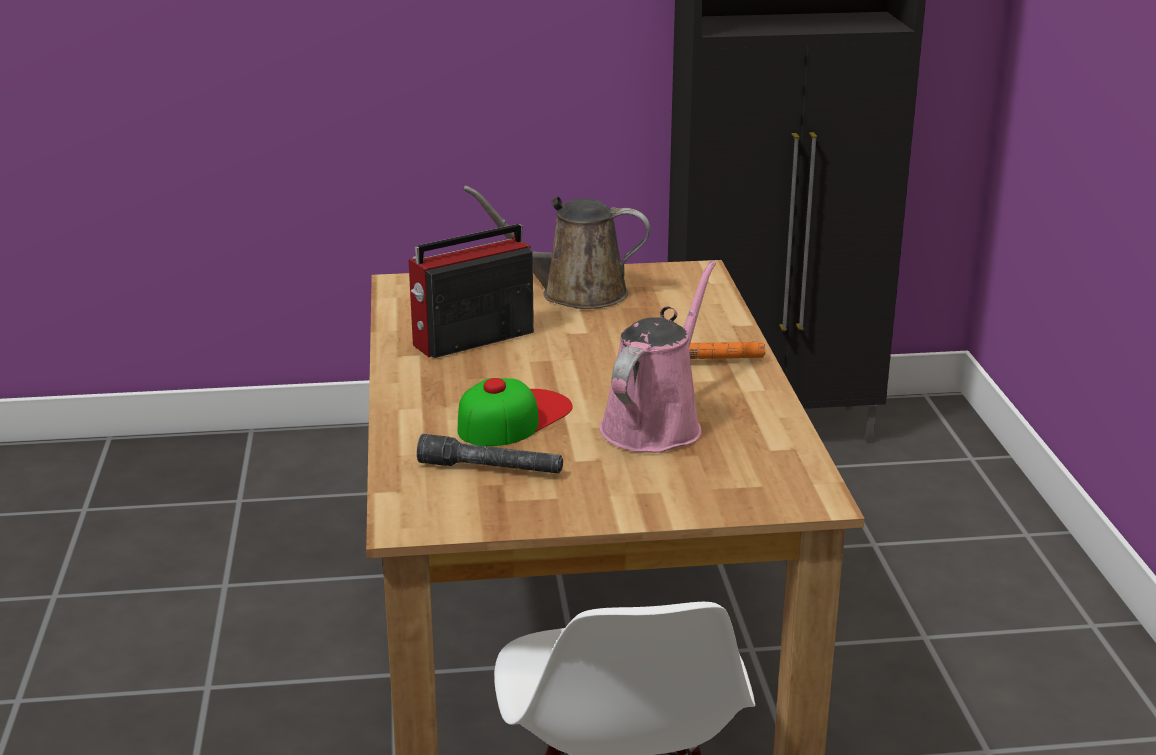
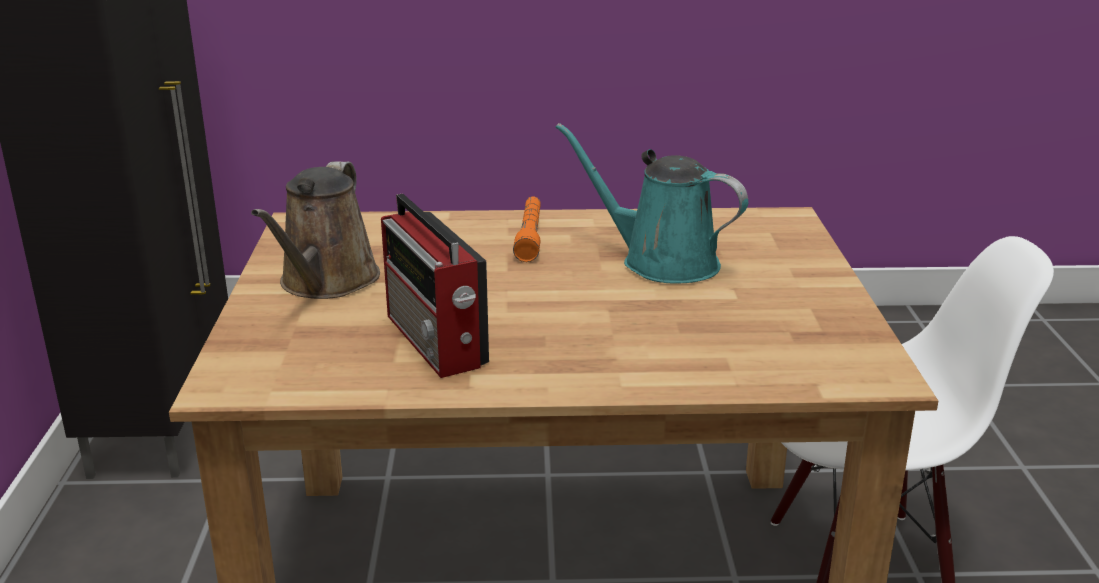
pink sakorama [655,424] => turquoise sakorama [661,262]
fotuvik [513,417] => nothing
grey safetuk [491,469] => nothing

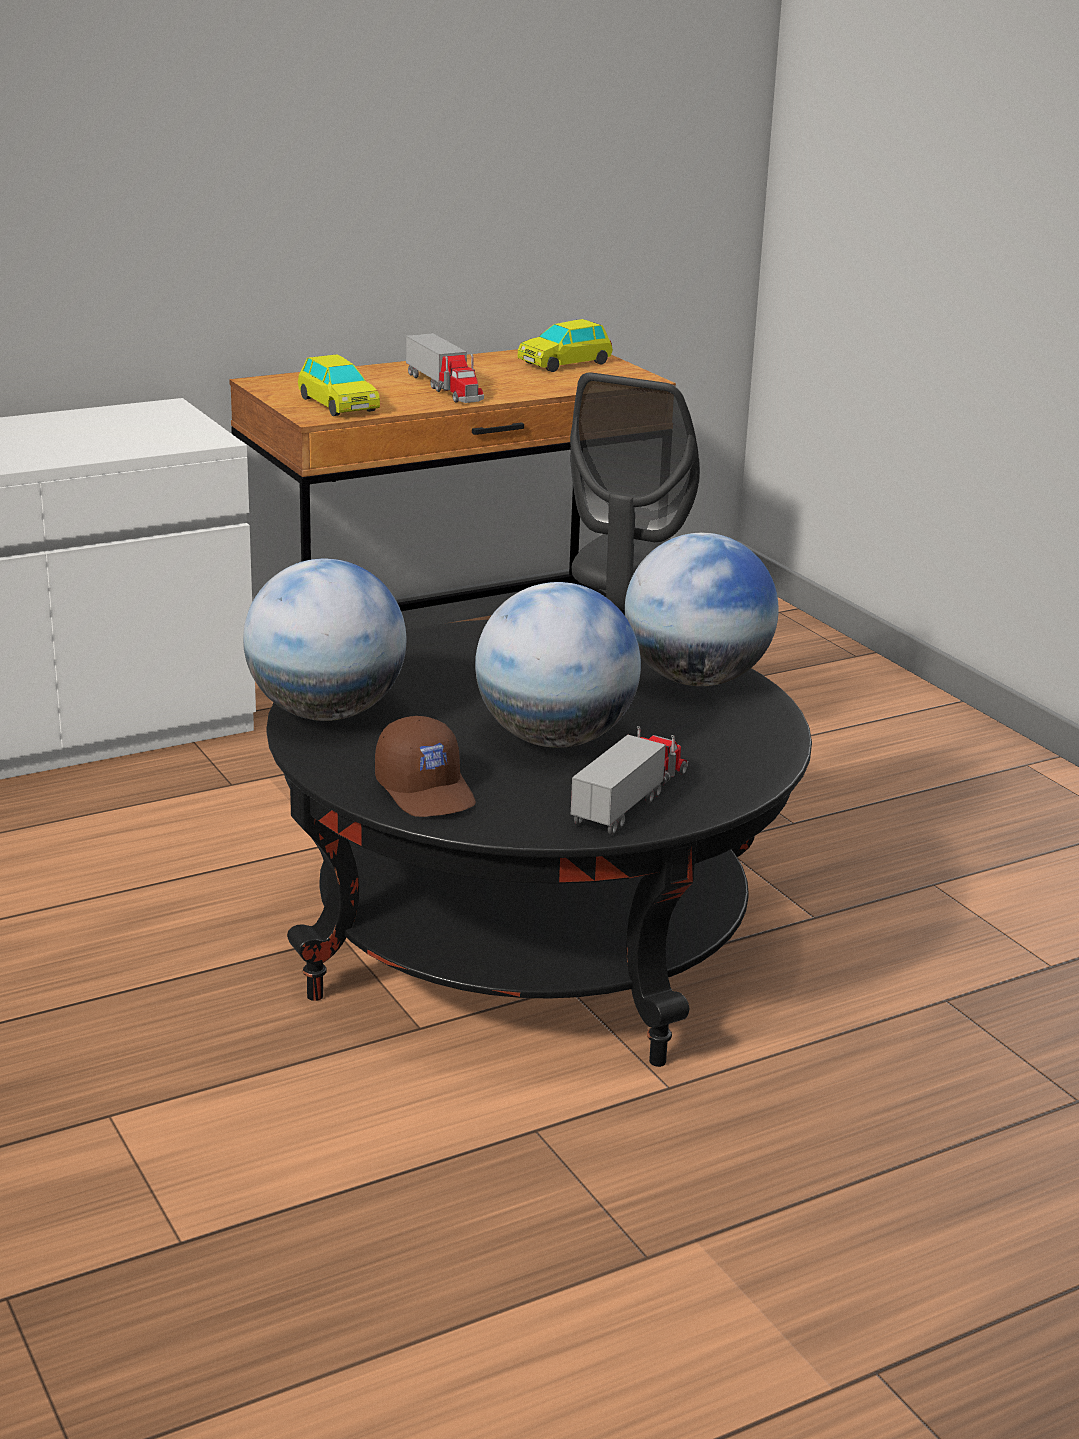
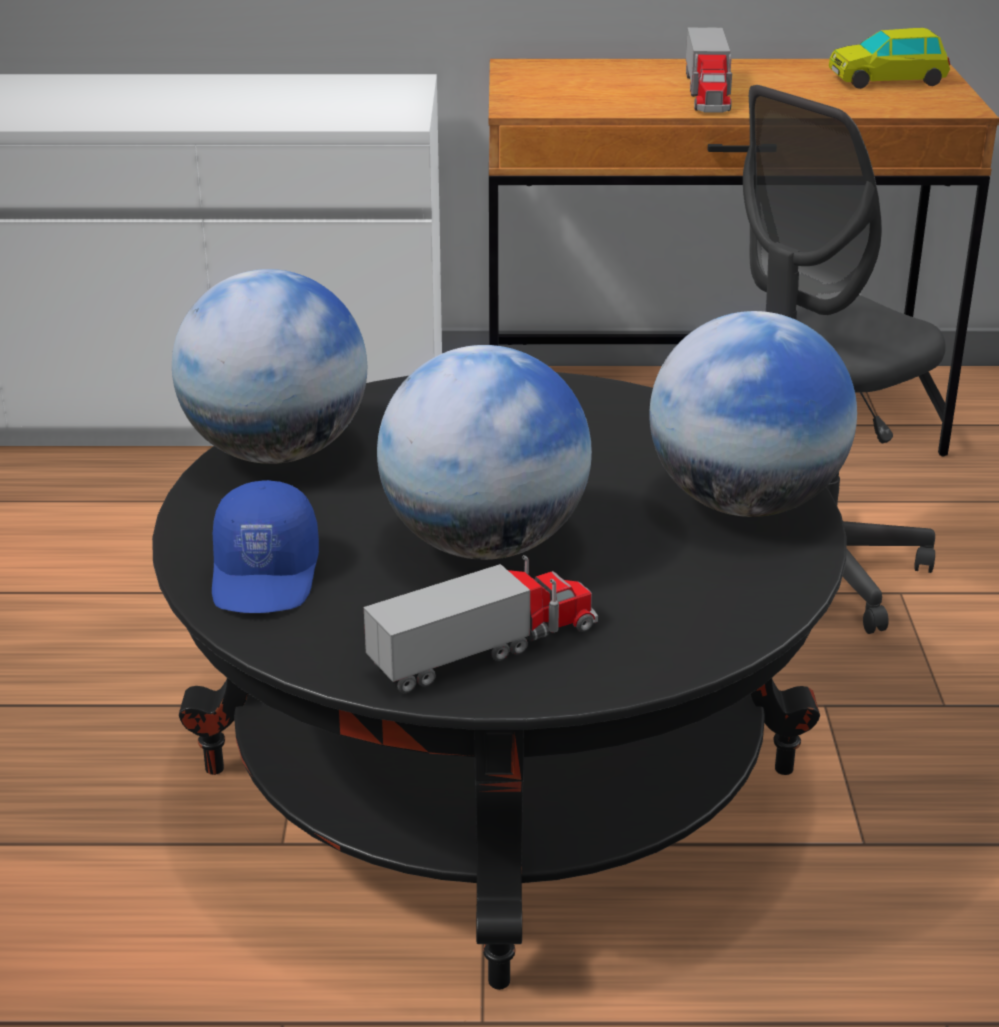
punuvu [338,405] => nothing
brown fotuvik [427,790] => blue fotuvik [267,575]

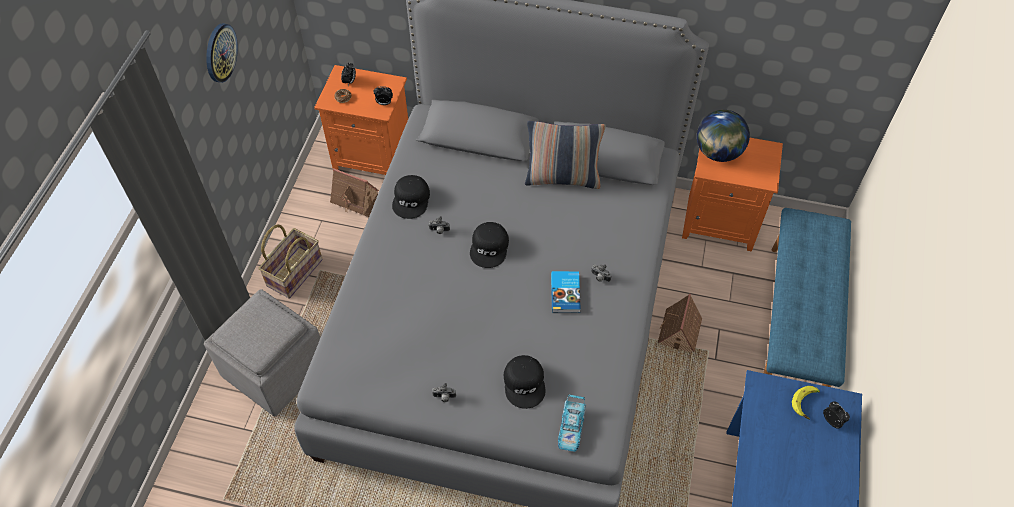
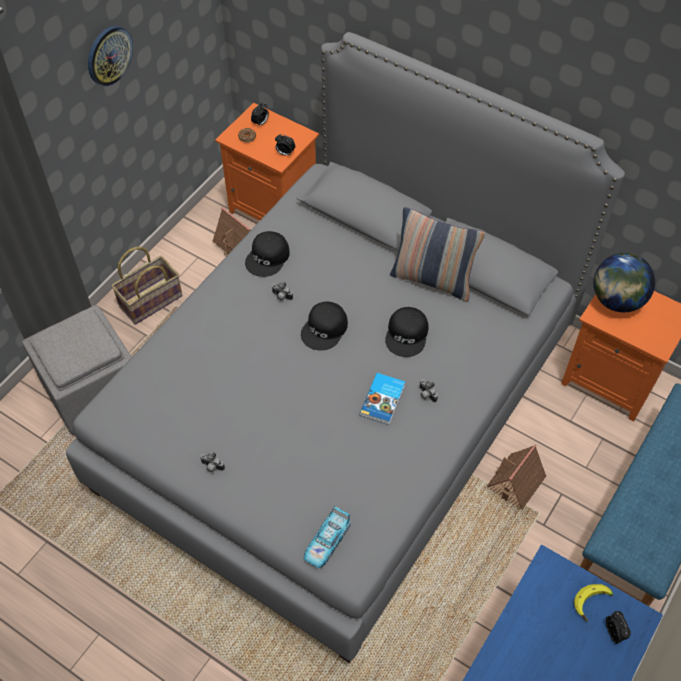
black fotuvik [525,383] => black fotuvik [407,335], moved

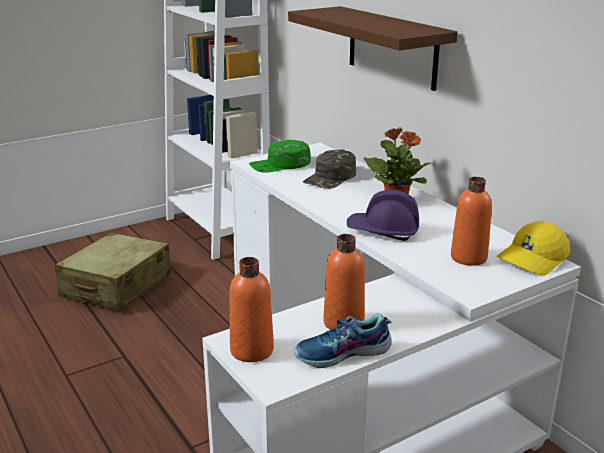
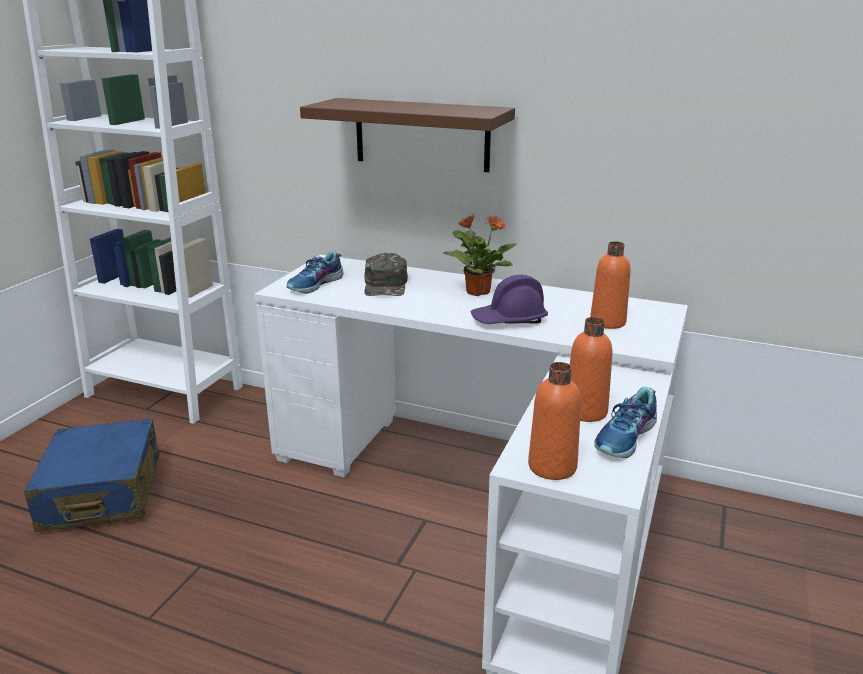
green fotuvik [280,165] => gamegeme [316,284]
yellow fotuvik [533,259] => nothing
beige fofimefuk [116,286] => blue fofimefuk [102,493]

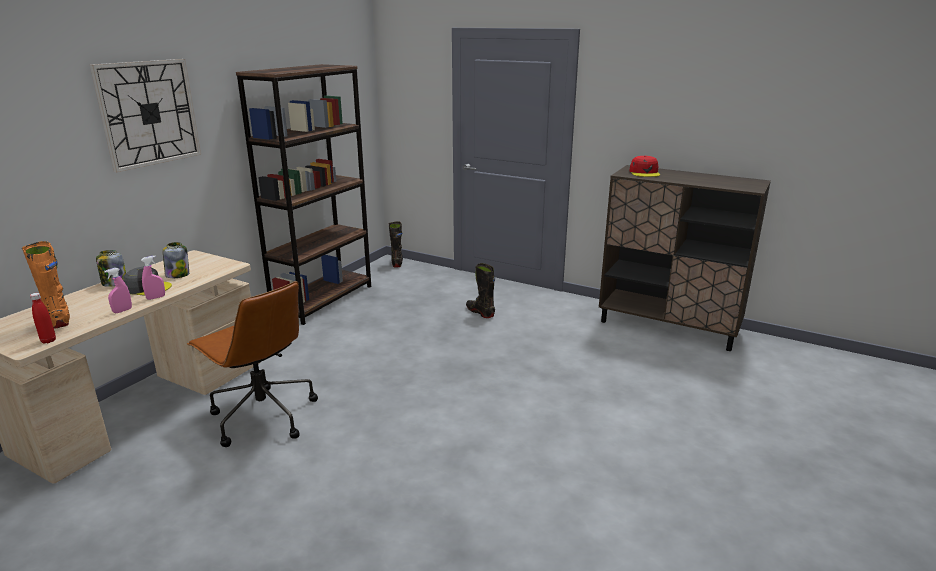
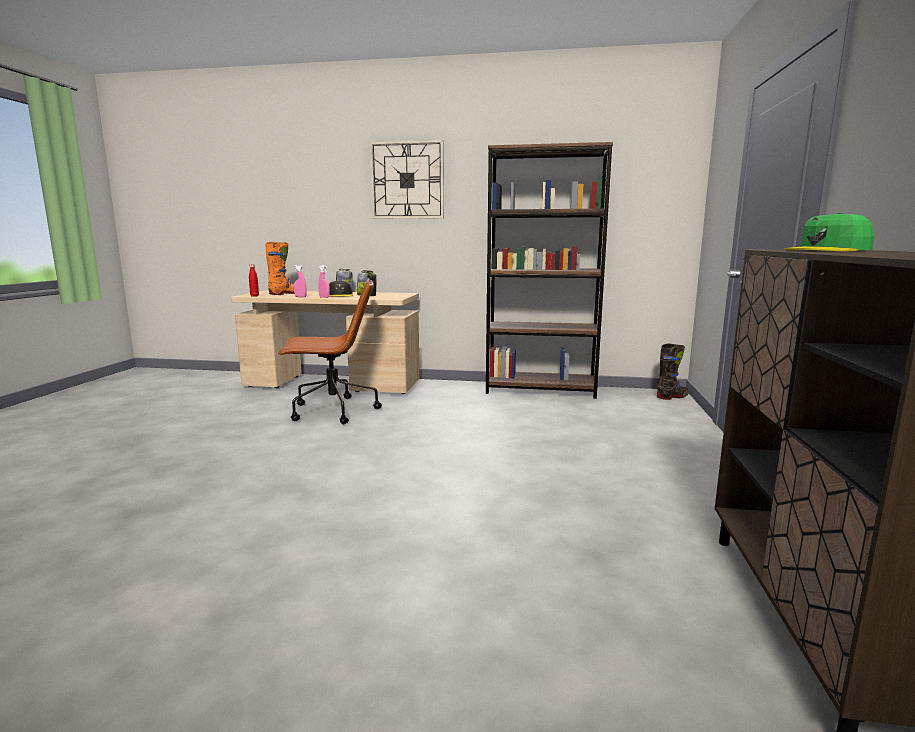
red fotuvik [644,173] => green fotuvik [828,250]
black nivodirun [480,312] => nothing
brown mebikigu [262,416] => brown mebikigu [332,411], 120 degrees counterclockwise

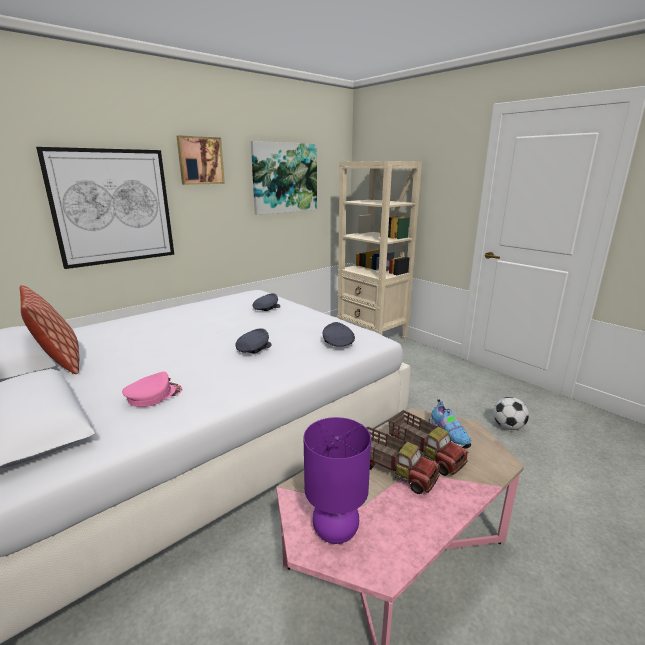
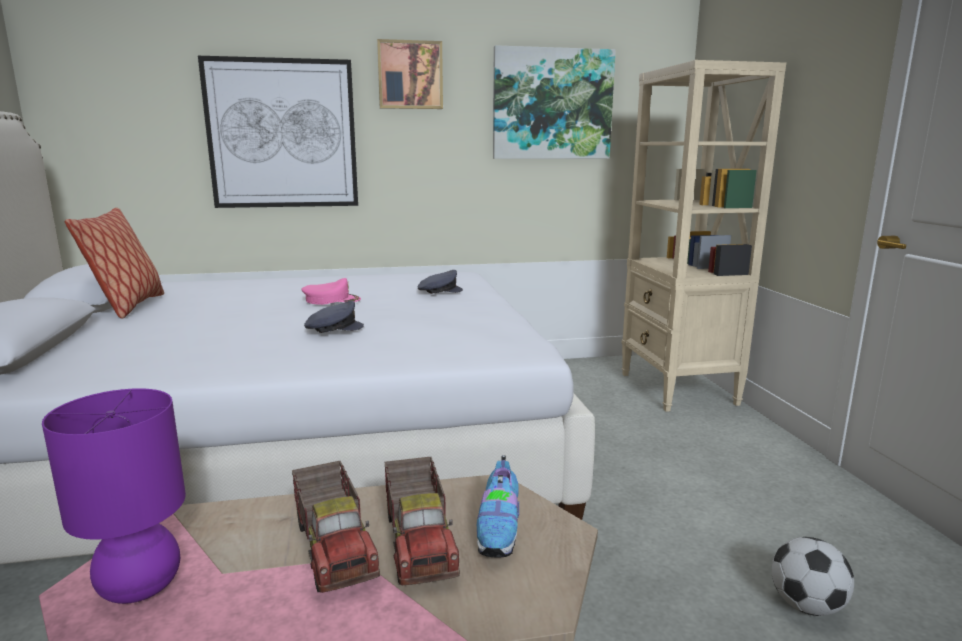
grey fotuvik [337,342] => nothing
pink fotuvik [154,395] => pink fotuvik [331,300], moved

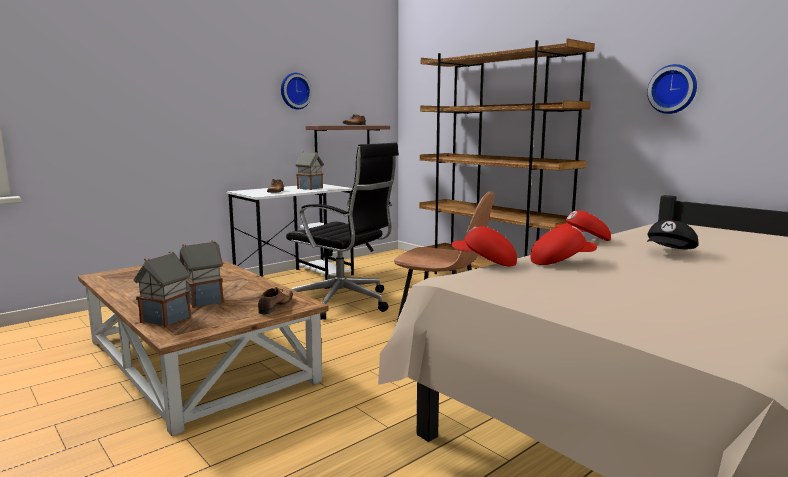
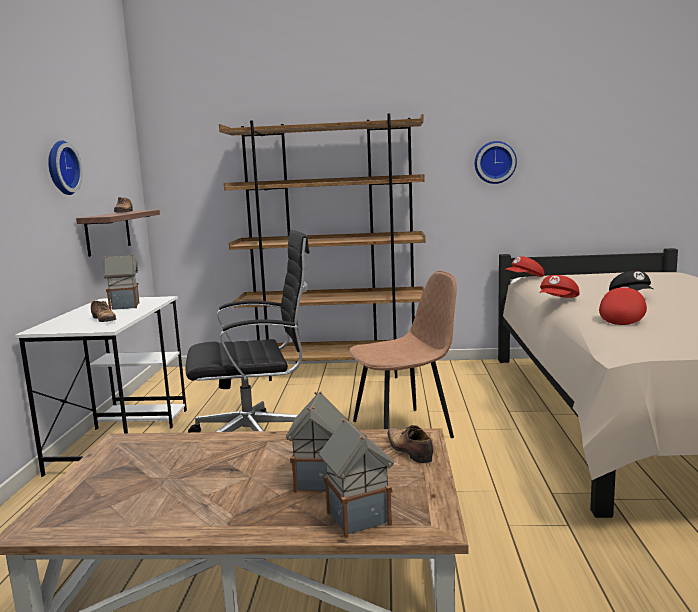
red fotuvik [484,262] => red fotuvik [525,278], moved

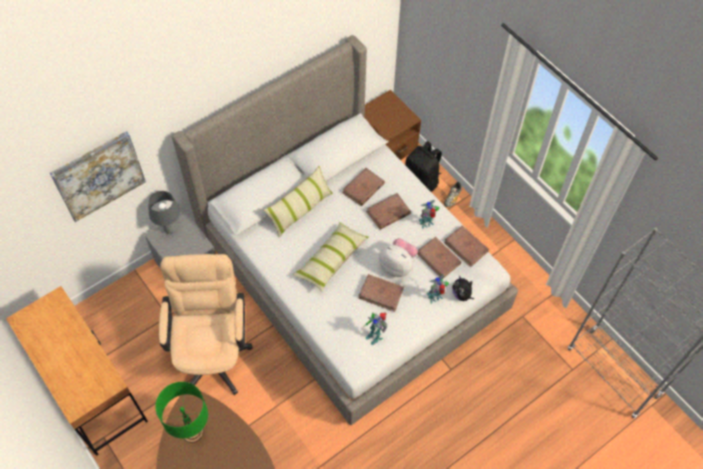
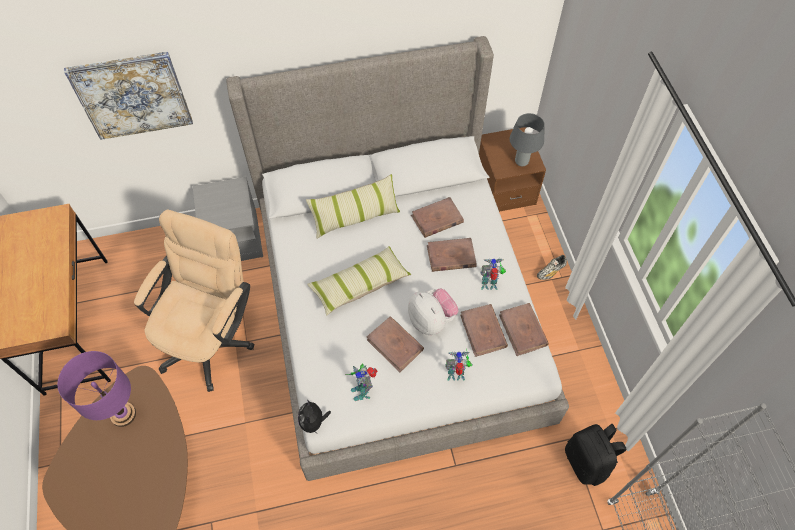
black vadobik [422,180] => black vadobik [587,462], moved
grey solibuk [170,229] => grey solibuk [521,162], moved
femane [462,294] => femane [313,422], moved
green solibuk [193,432] => purple solibuk [123,415]

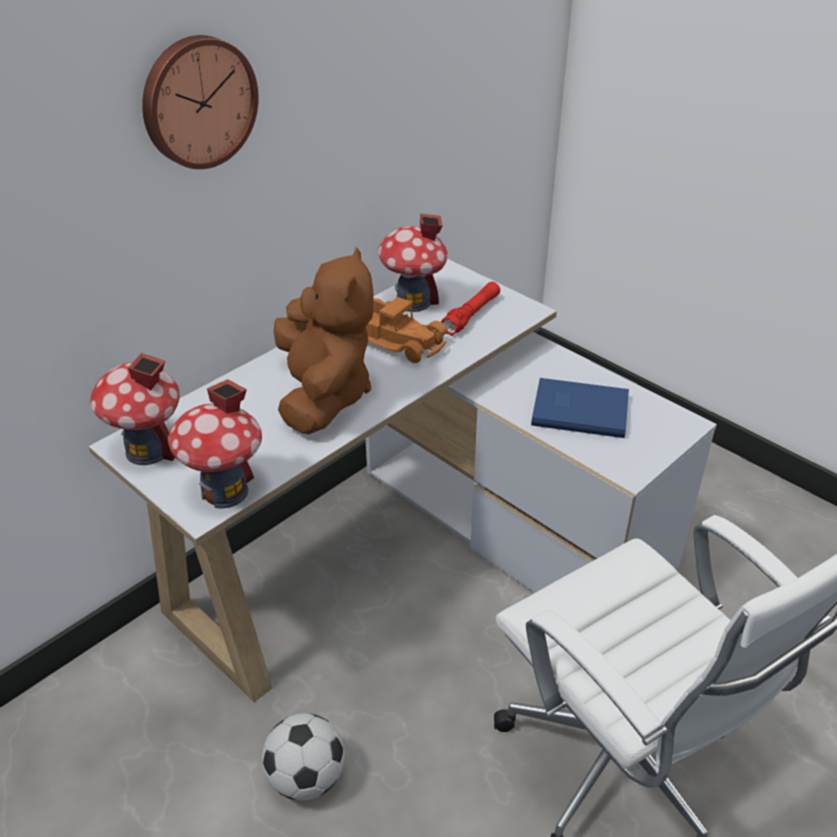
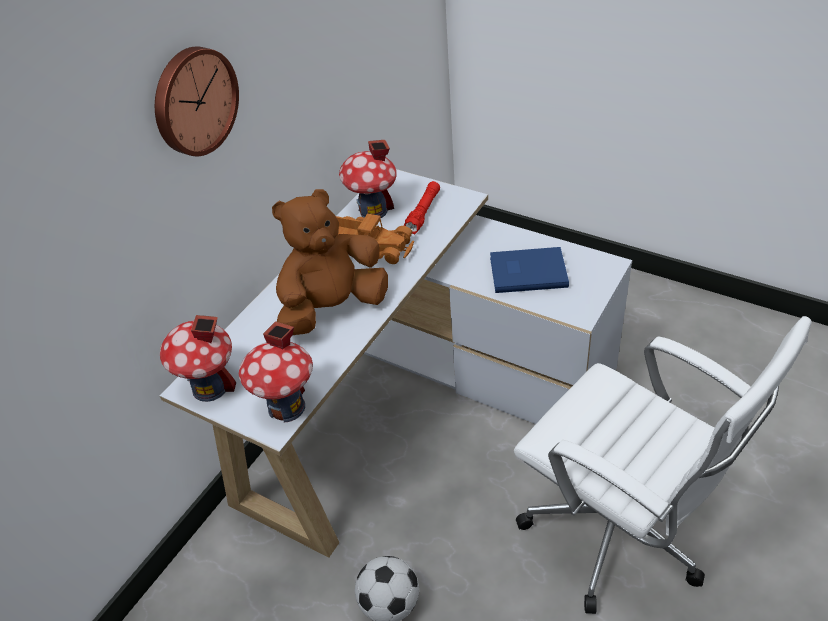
brown femane [323,395] => brown femane [332,308], 105 degrees counterclockwise

